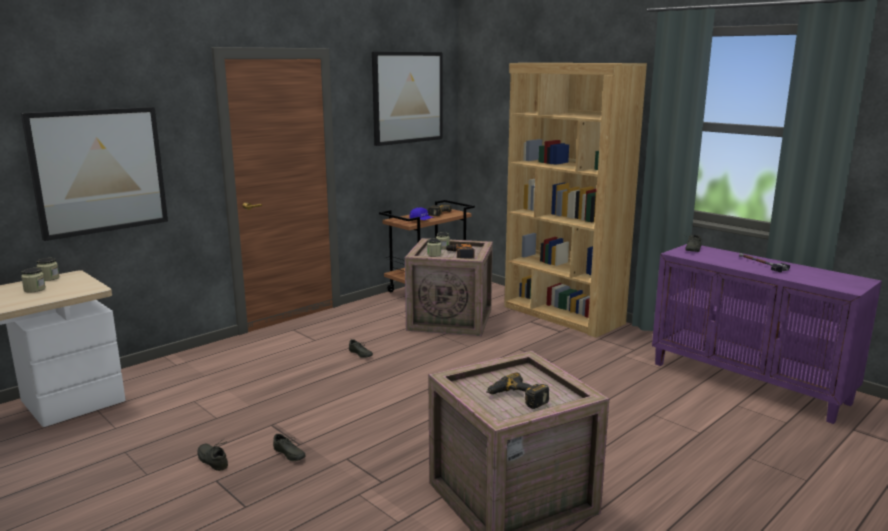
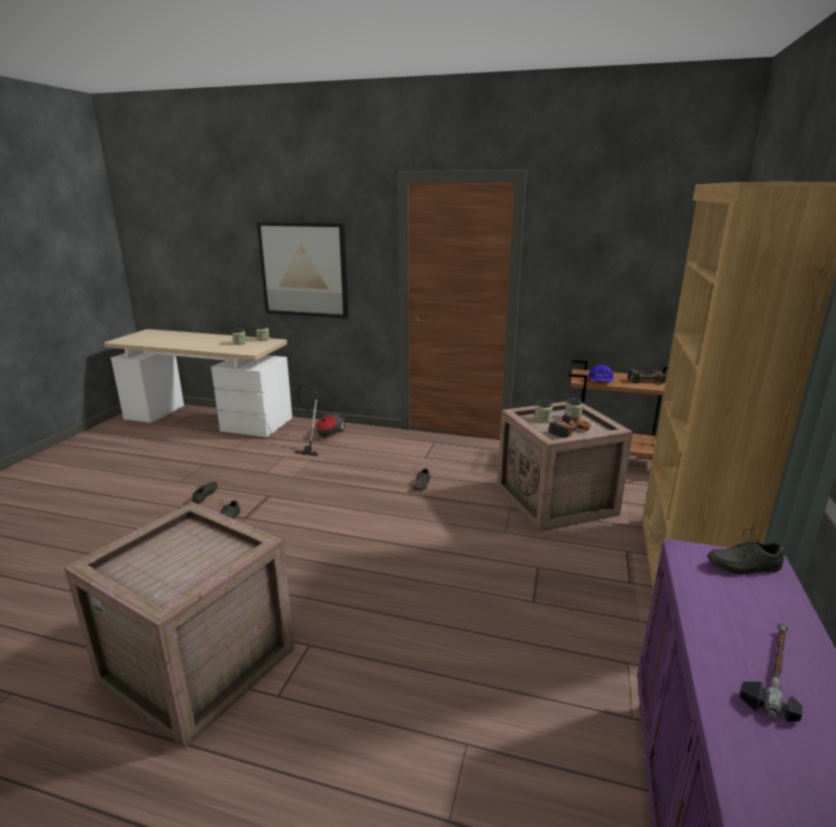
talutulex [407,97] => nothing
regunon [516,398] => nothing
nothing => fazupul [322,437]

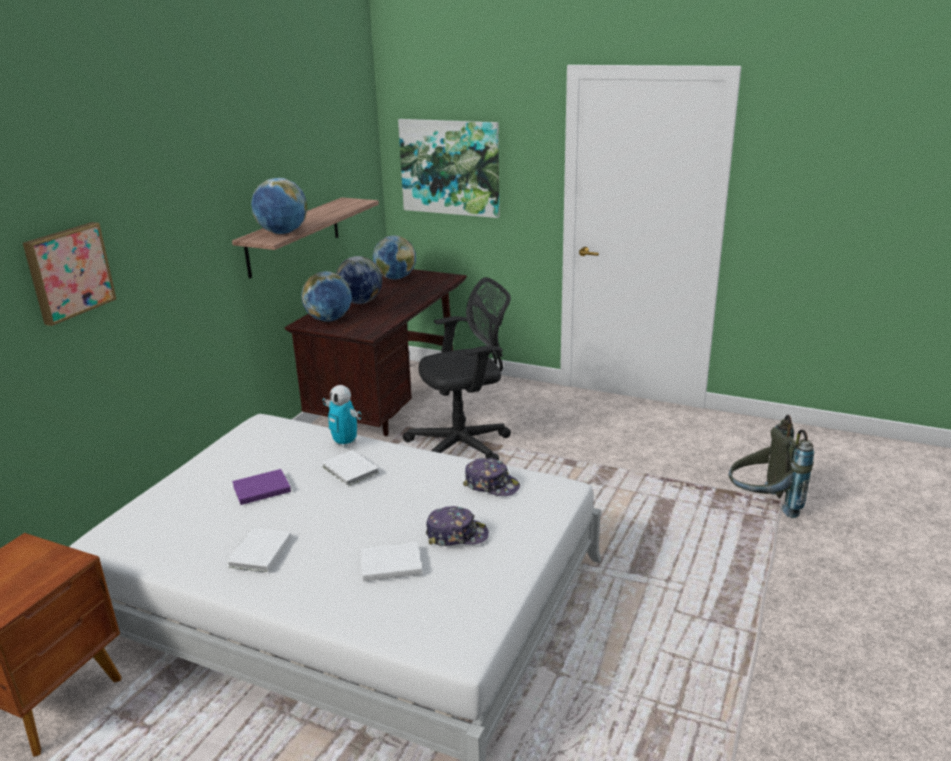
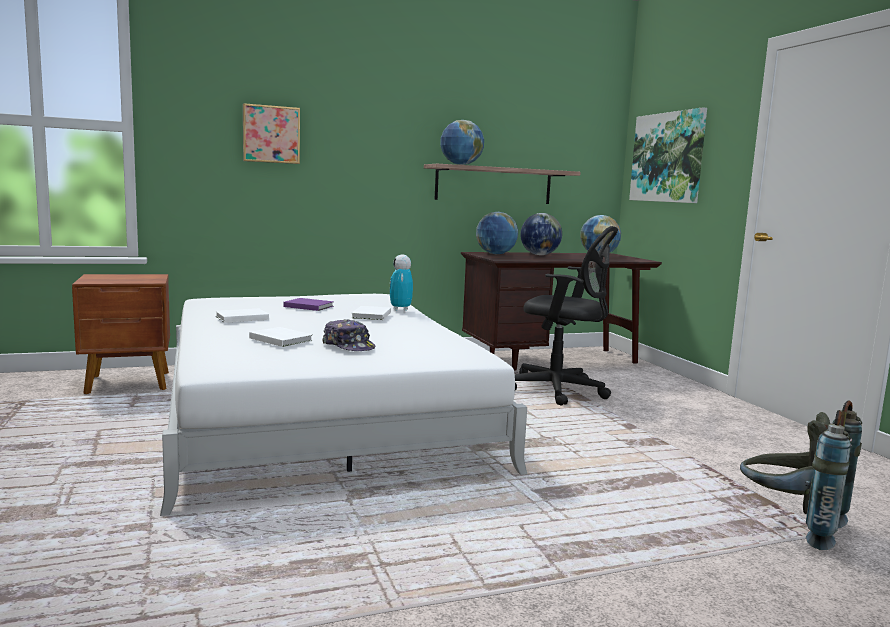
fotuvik [491,485] => nothing

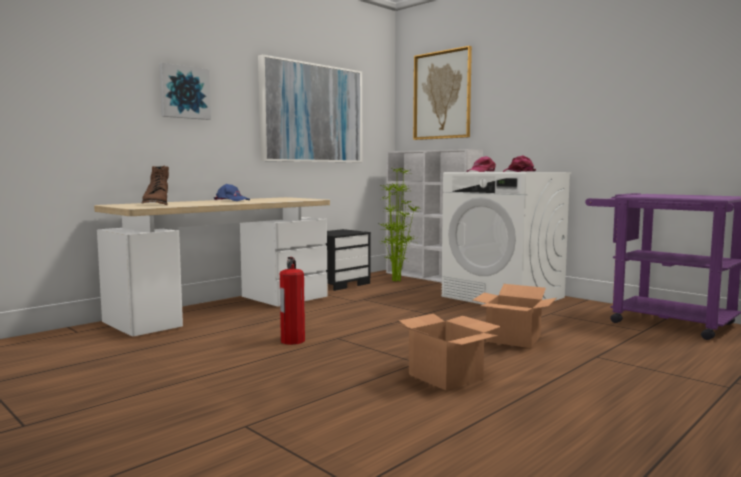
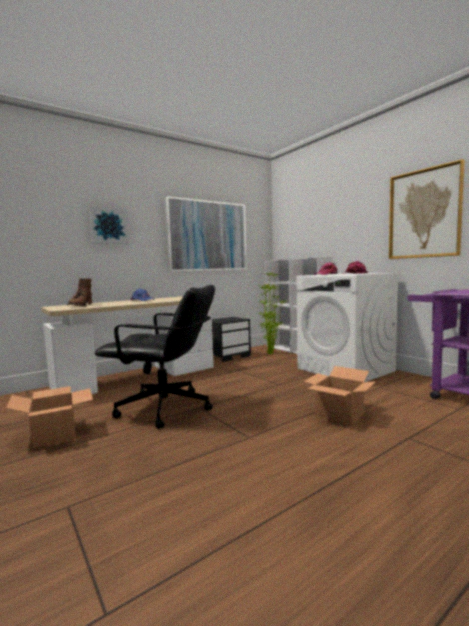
talutulex [442,95] => talutulex [424,214], moved
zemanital [293,340] => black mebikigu [165,409]
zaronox [444,376] => zaronox [54,434], moved

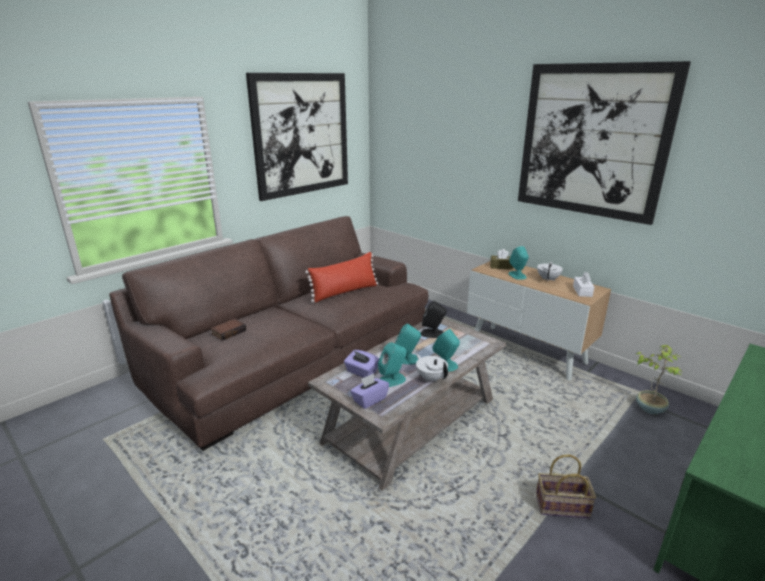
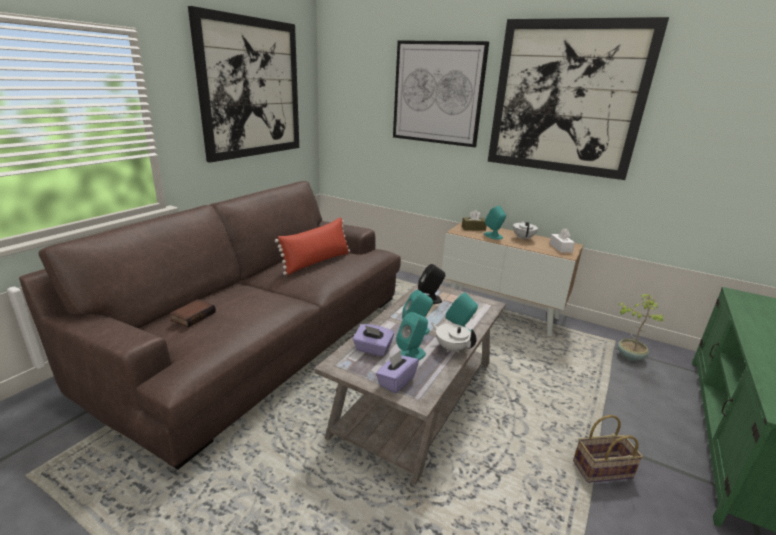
nothing => talutulex [437,93]

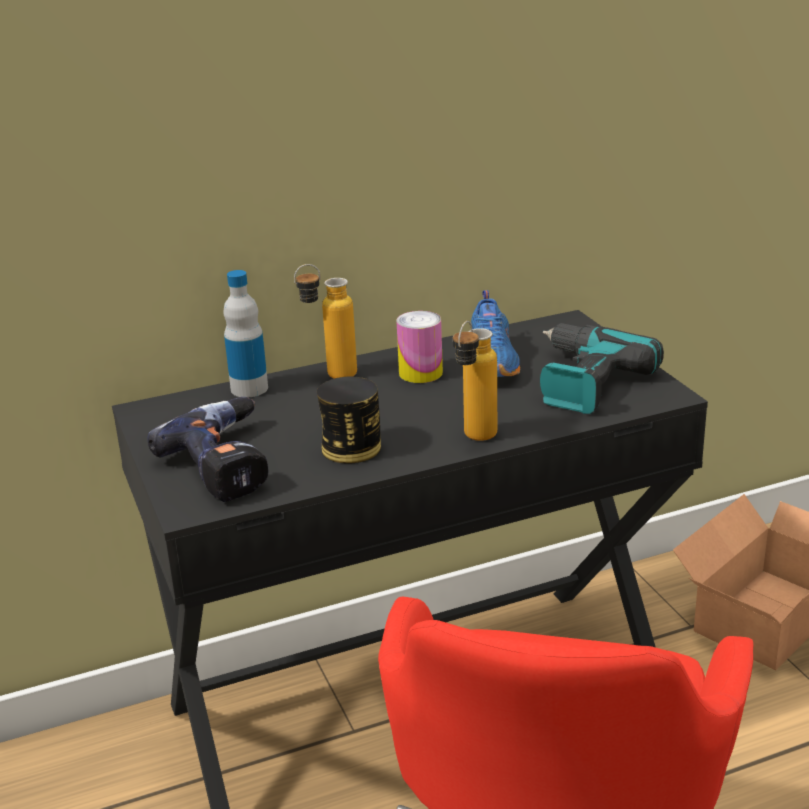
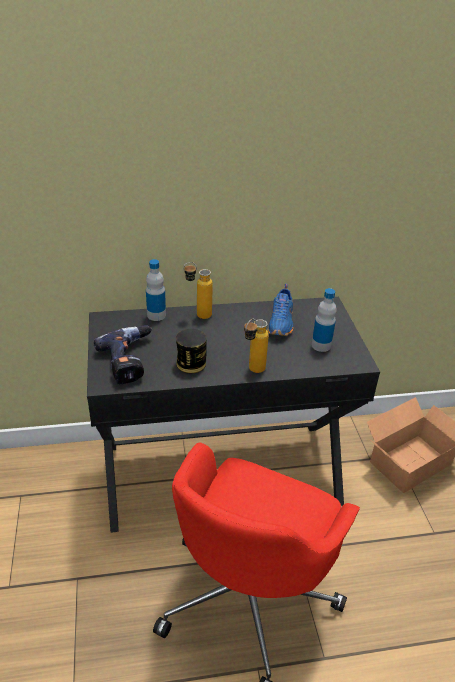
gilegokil [420,373] => nothing
regunon [582,382] => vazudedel [321,345]

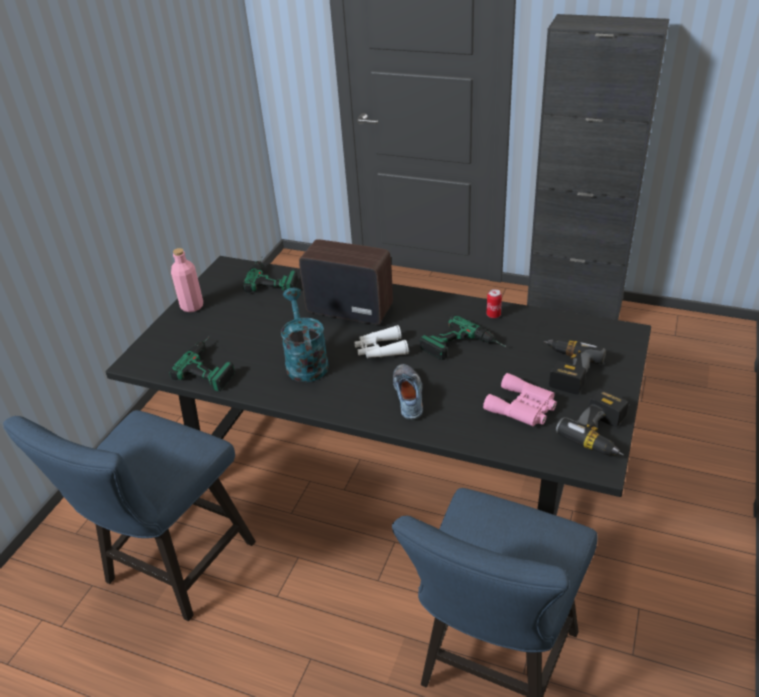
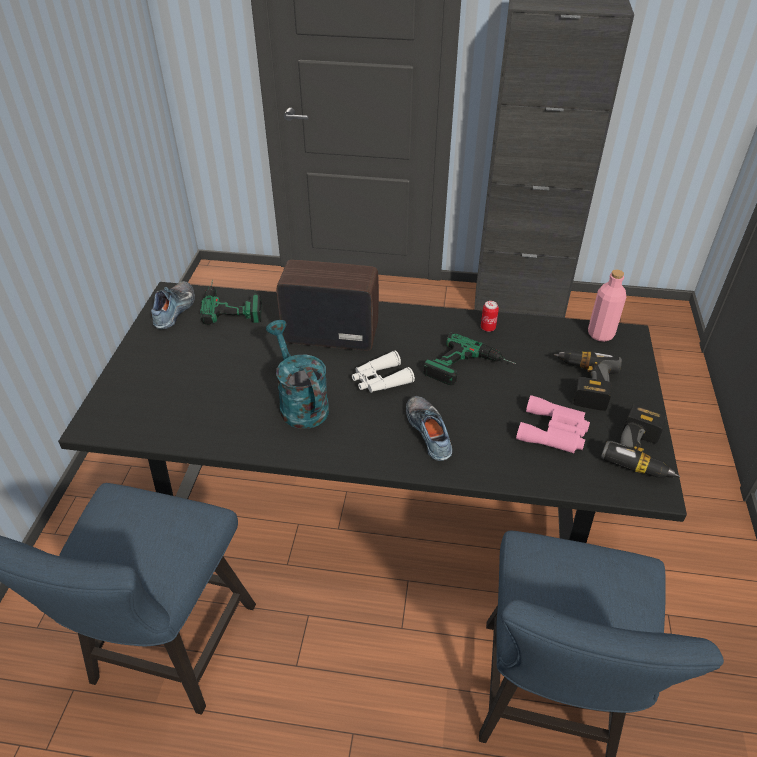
pink vazudedel [192,306] => pink vazudedel [600,334], moved
regunon [212,364] => nothing
nothing => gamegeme [176,309]

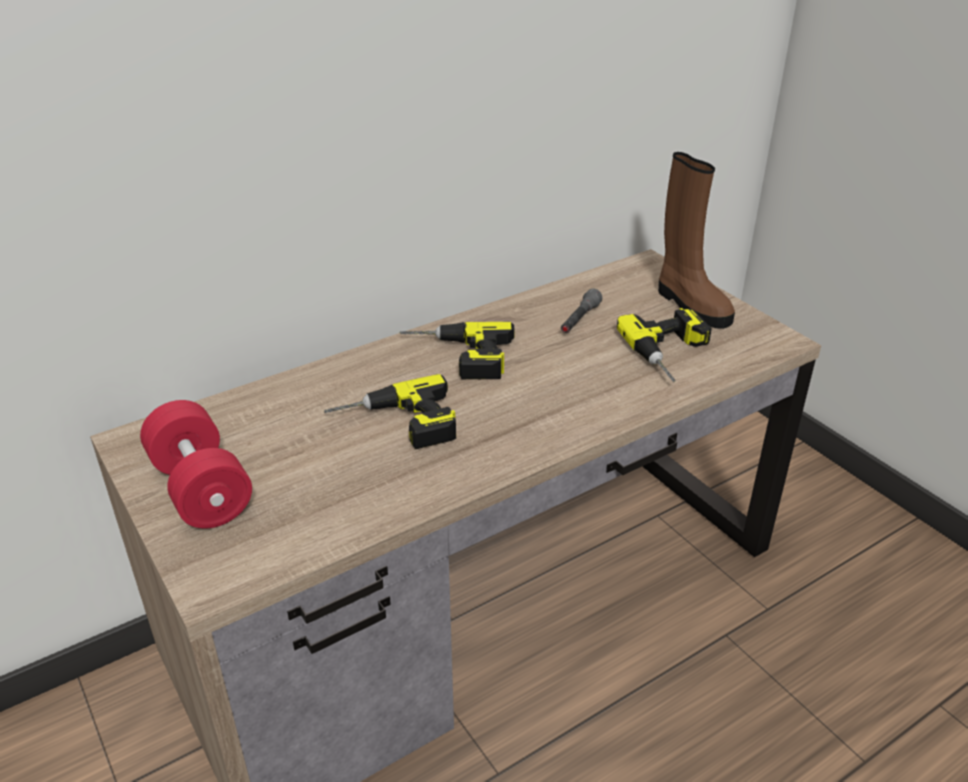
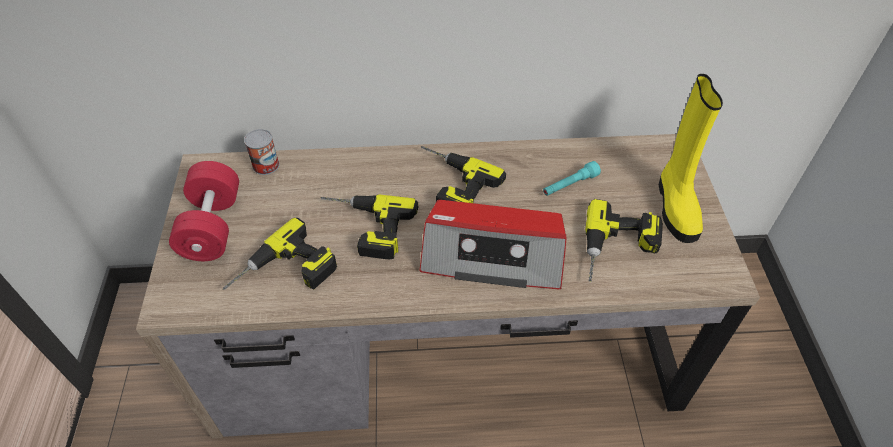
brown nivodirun [690,305] => yellow nivodirun [675,206]
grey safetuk [579,320] => turquoise safetuk [569,185]
nothing => gilegokil [266,165]
nothing => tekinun [493,256]
nothing => regunon [284,274]

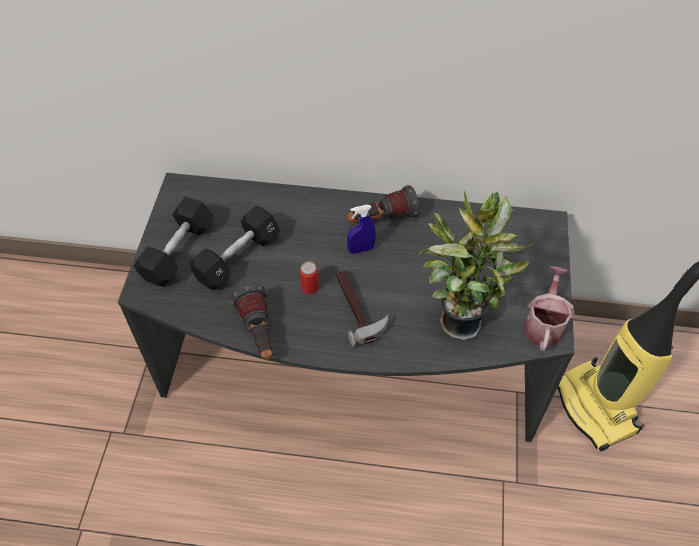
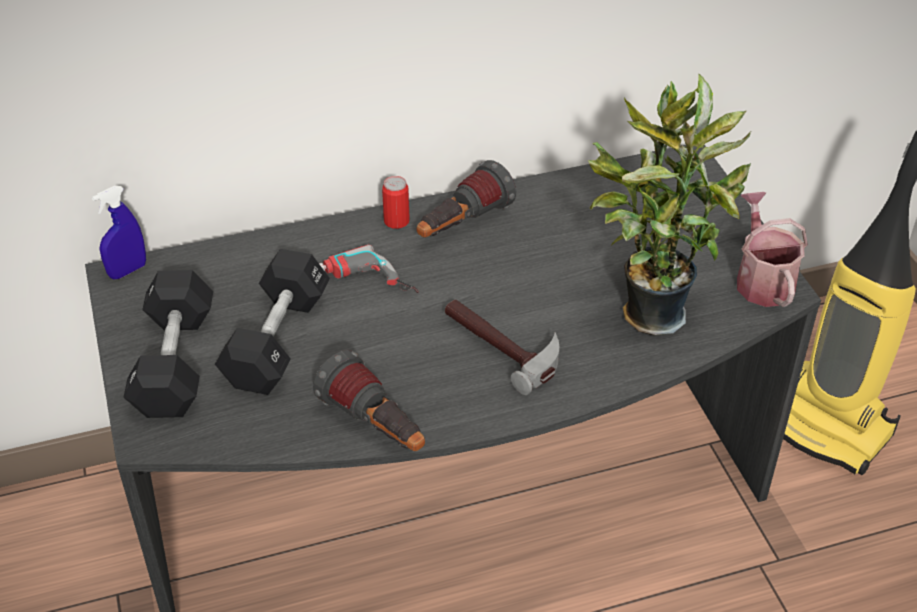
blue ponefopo [361,249] => blue ponefopo [127,271], moved
gilegokil [310,287] => gilegokil [396,221], moved
nothing => regunon [363,285]

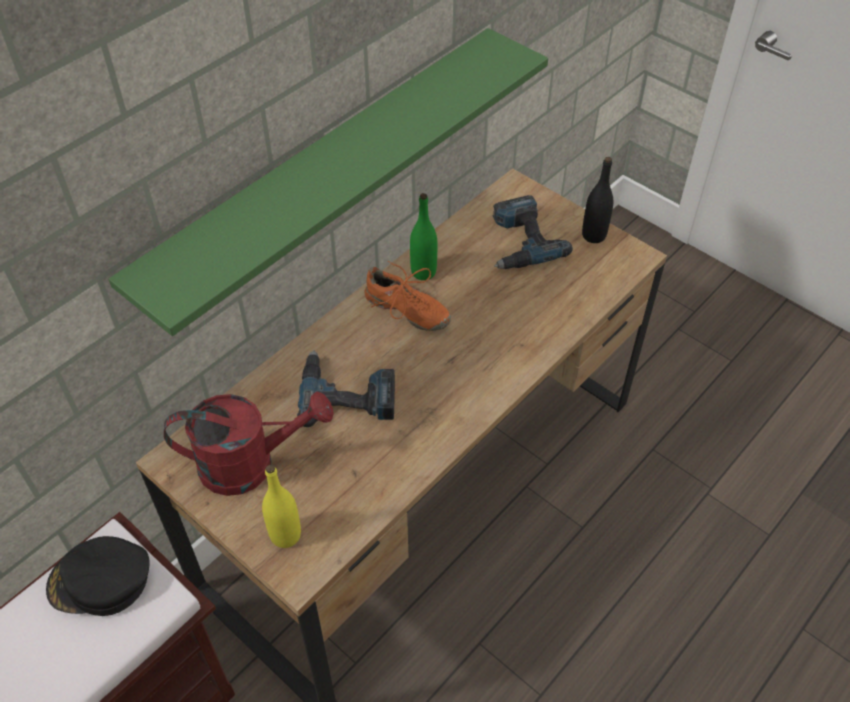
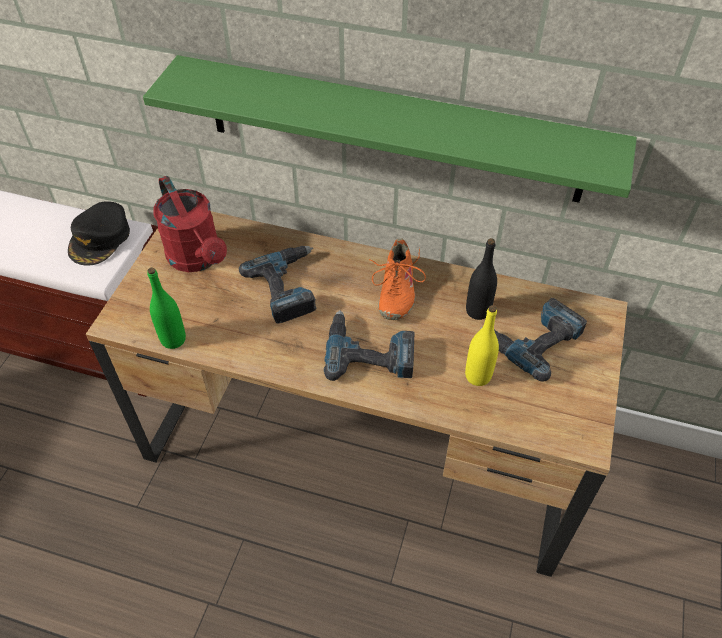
black vazudedel [593,235] => black vazudedel [477,311], moved
green vazudedel [423,272] => green vazudedel [173,339], moved
yellow vazudedel [285,535] => yellow vazudedel [478,376], moved
black fotuvik [100,581] => black fotuvik [100,239], 135 degrees counterclockwise
nothing => regunon [369,352]

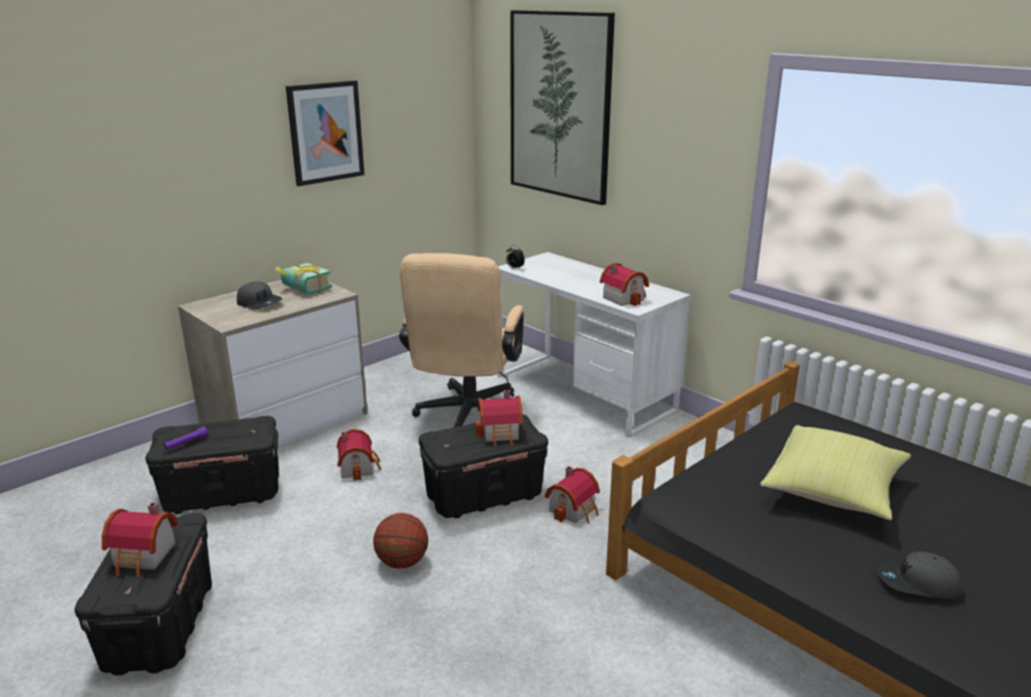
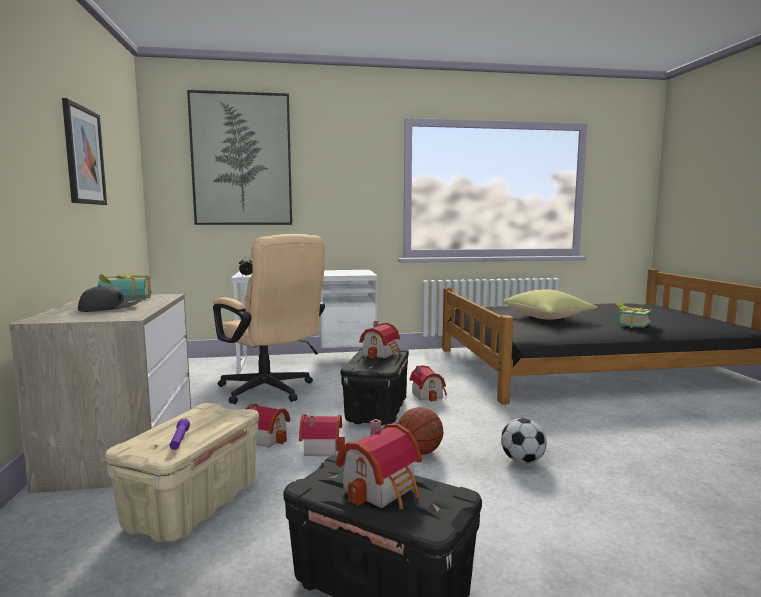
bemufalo [624,298] => bemufalo [320,447], moved
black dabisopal [221,495] => beige dabisopal [193,506]
grey fotuvik [917,584] => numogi [629,325]
nothing => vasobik [522,461]

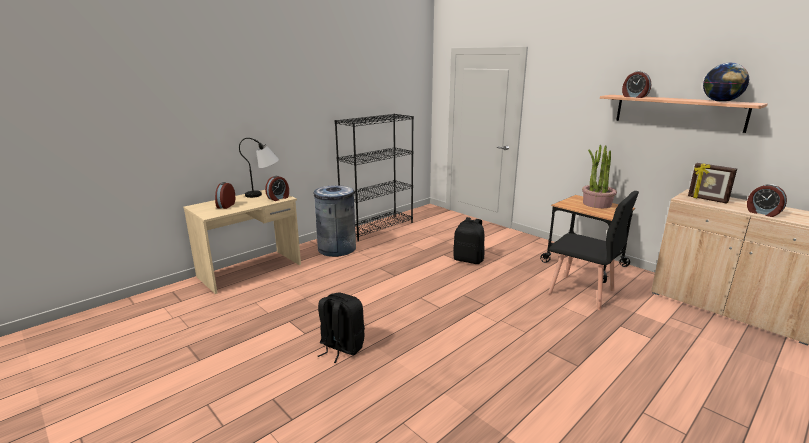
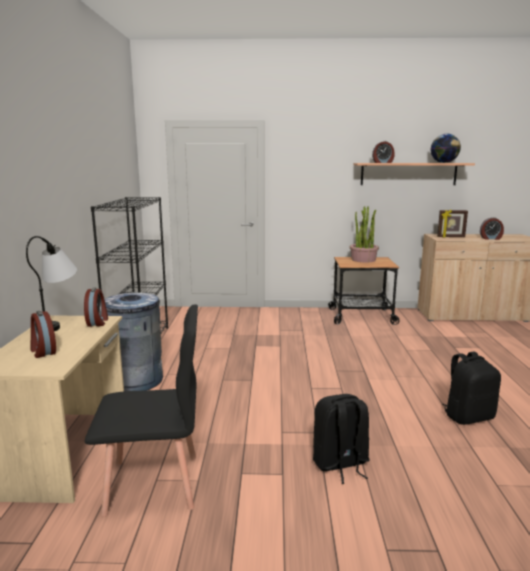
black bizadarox [581,292] => black bizadarox [154,484], moved
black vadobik [468,260] => black vadobik [468,416], moved

